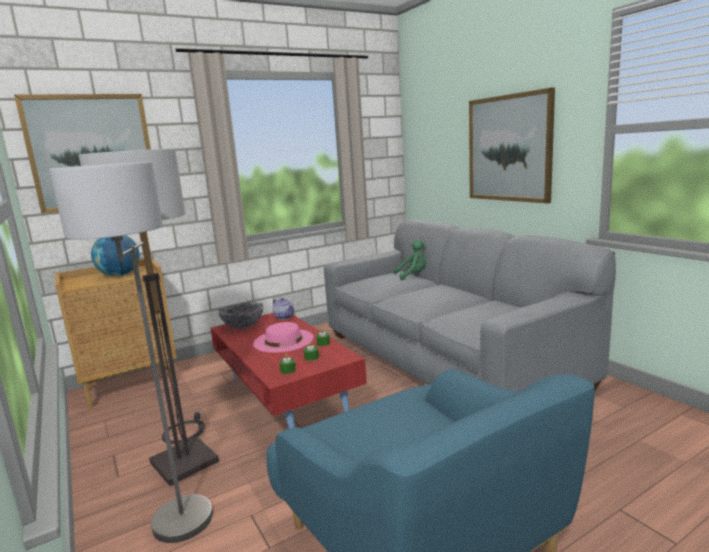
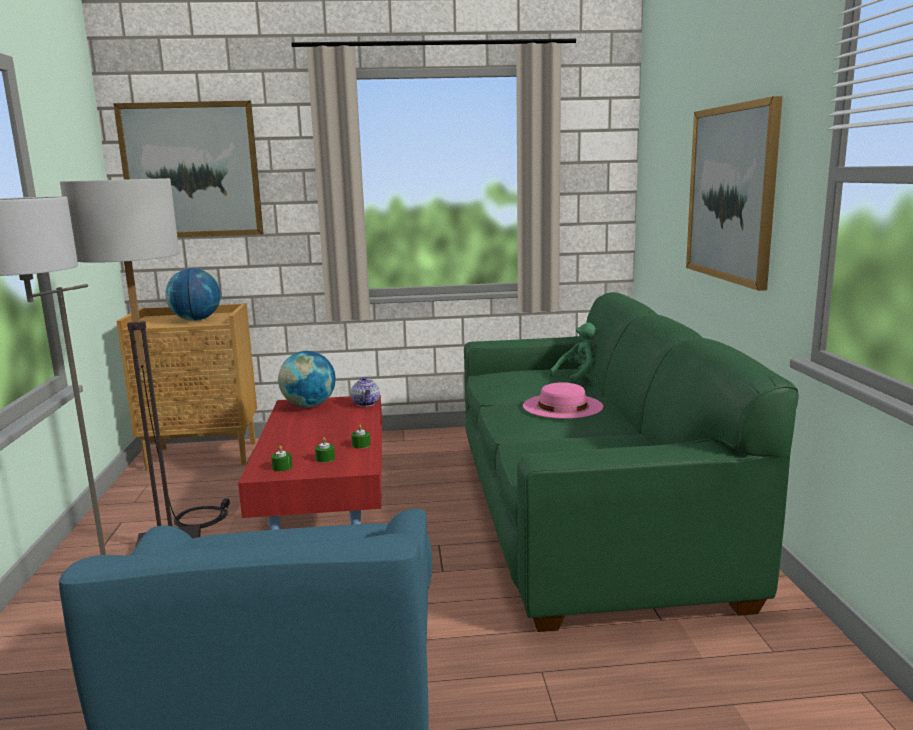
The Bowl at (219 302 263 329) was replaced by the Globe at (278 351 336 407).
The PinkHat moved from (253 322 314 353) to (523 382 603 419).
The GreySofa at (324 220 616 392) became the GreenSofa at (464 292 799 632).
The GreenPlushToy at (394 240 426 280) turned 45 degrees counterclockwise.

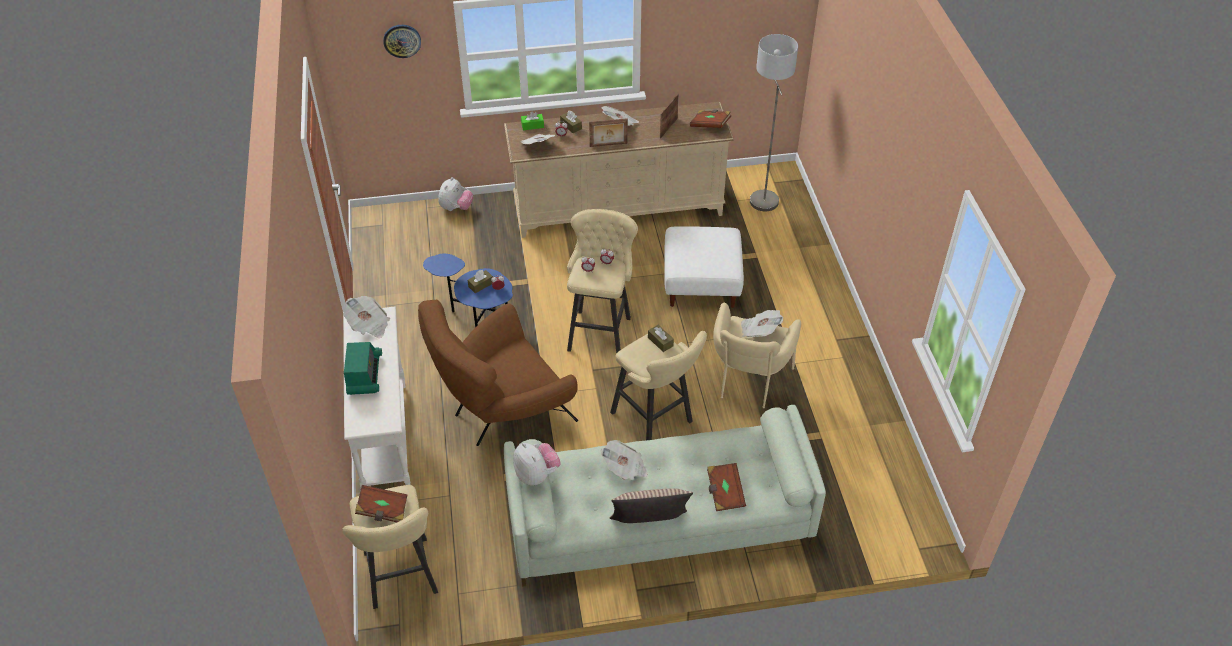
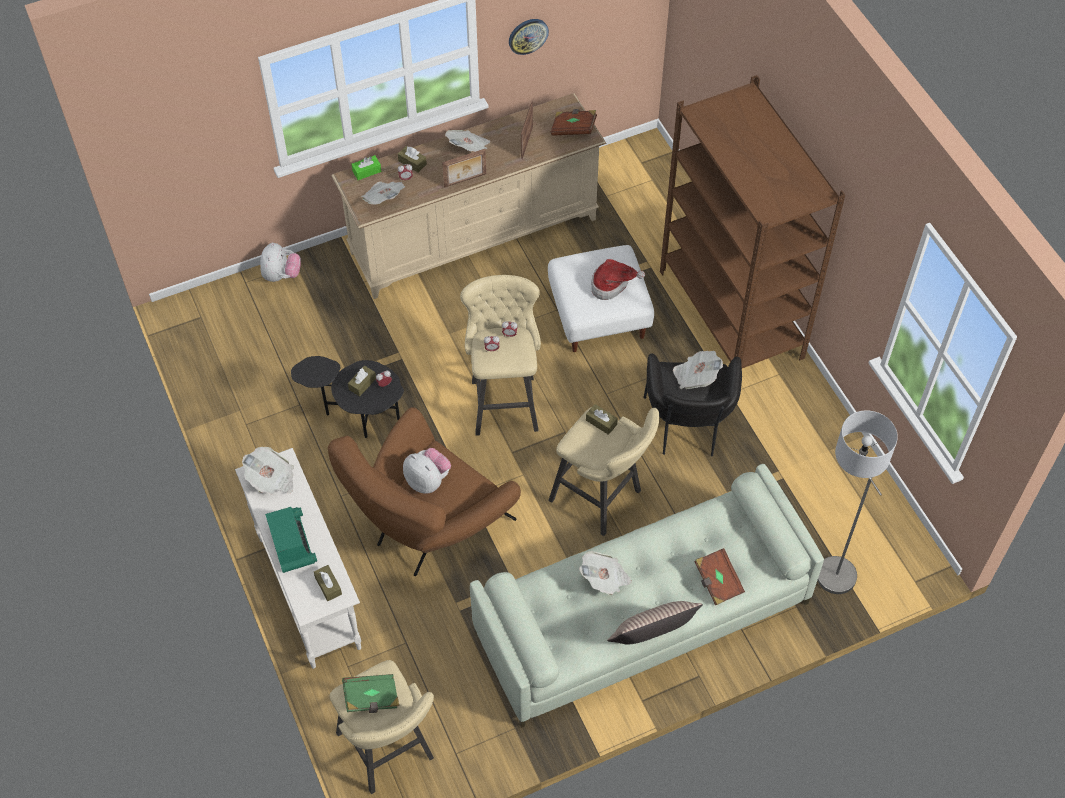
The BrownBook at (355 485 408 522) became the GreenBook at (342 674 399 713).
The WallClock moved from (383 25 421 58) to (509 19 549 55).
The BlueSideTable at (423 254 513 328) became the BlackSideTable at (291 356 404 438).
The PlushToy moved from (513 443 561 485) to (403 448 451 494).
The BeigeArmchair at (713 303 801 408) became the BlackArmchair at (643 354 742 456).
The GreyFloorLamp moved from (750 34 798 211) to (817 410 898 594).
The BrownTissueBox at (314 565 342 601) appeared.
The Hat at (591 259 645 300) appeared.
The BrownBookcase at (660 75 845 368) appeared.

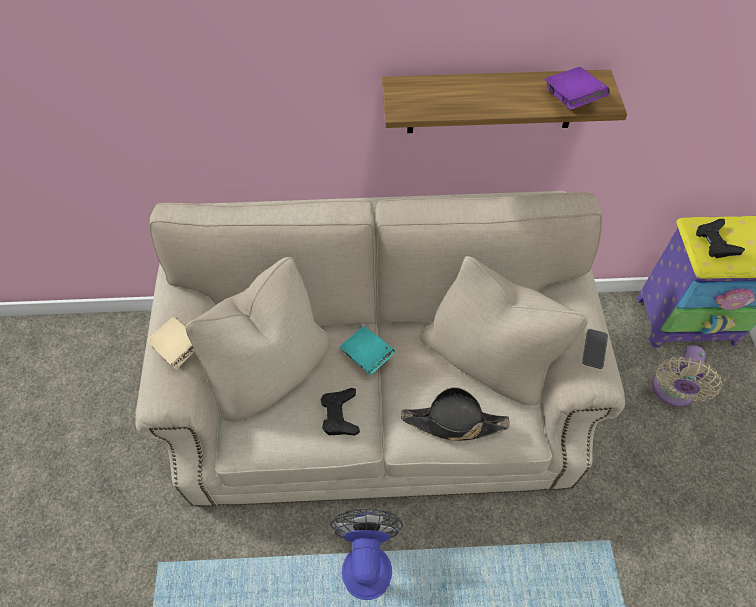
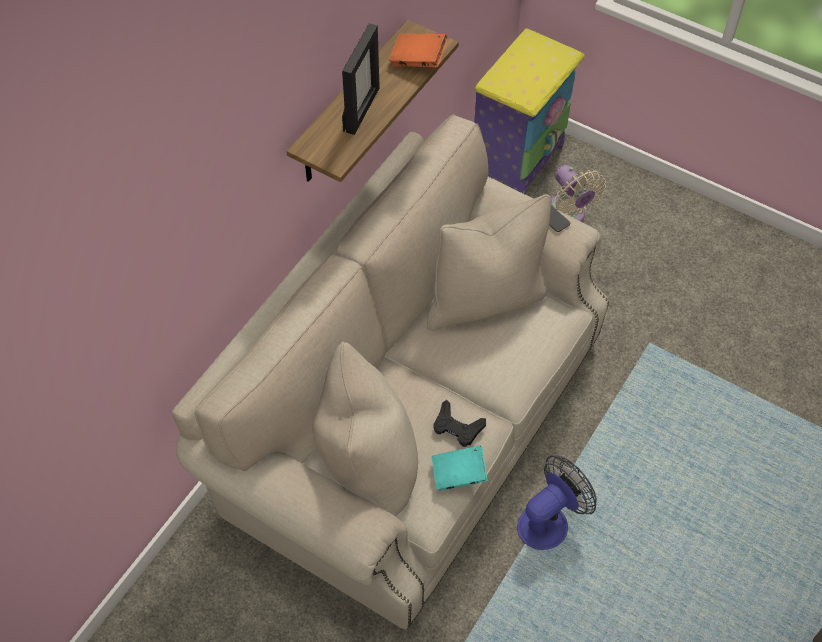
The BeigeBook at (147 317 195 369) disappeared.
The Fan at (330 509 403 600) turned 105 degrees clockwise.
The TurquoiseBook moved from (340 326 395 375) to (432 445 487 491).
The BlackHat at (401 387 510 441) disappeared.
The PurpleBook at (545 67 610 110) became the OrangeBook at (389 33 448 67).
The BlackGameController at (696 219 745 258) disappeared.
The PictureFrame at (342 23 380 135) appeared.

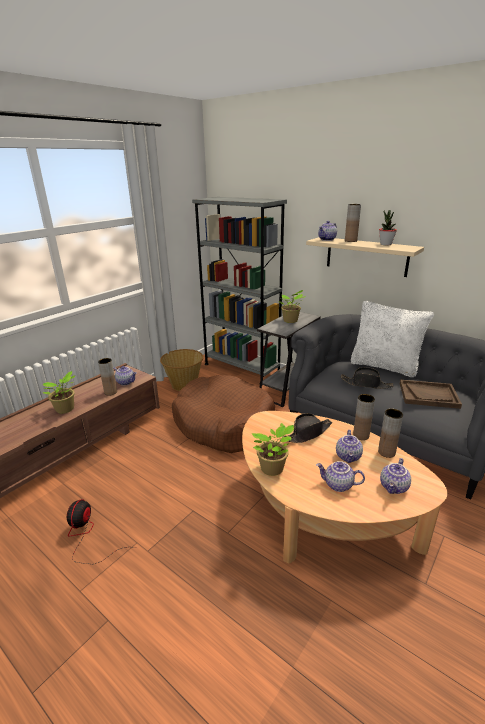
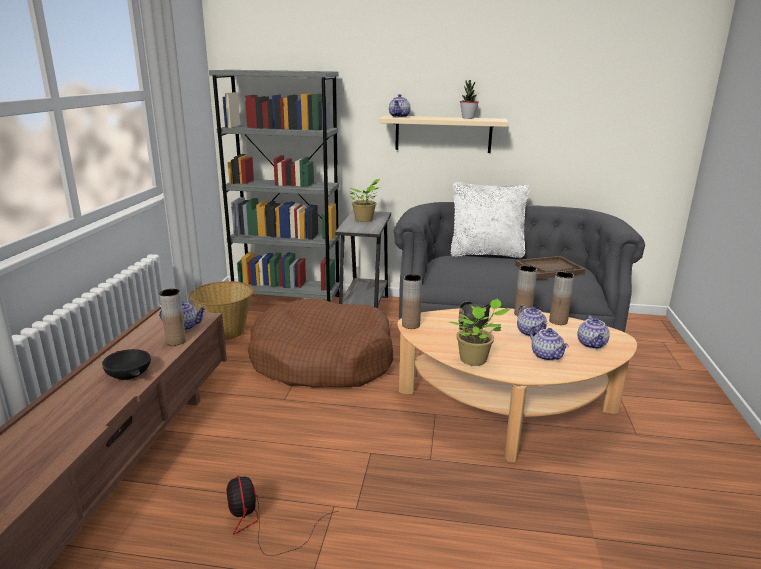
The PottedPlant at (43 371 75 414) was replaced by the BlackBowl at (102 349 151 380).
The Teapot at (316 461 365 492) turned 105 degrees counterclockwise.
The BlackHat at (341 367 394 389) disappeared.
The BrownVase moved from (345 204 361 242) to (402 274 422 329).

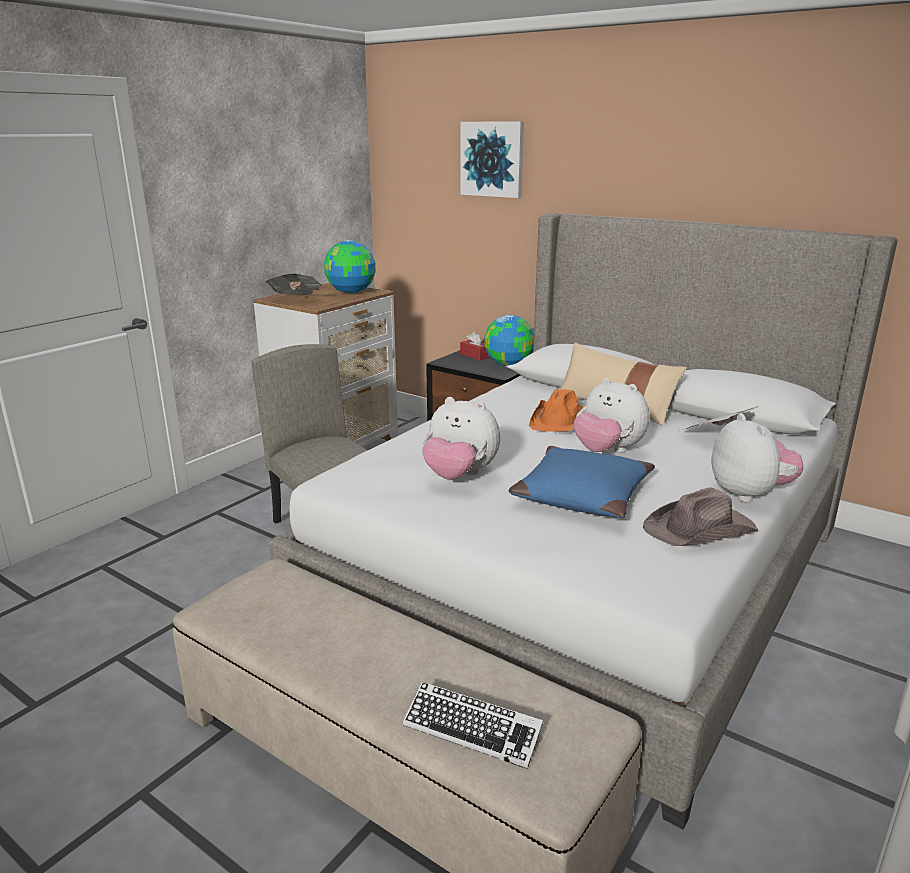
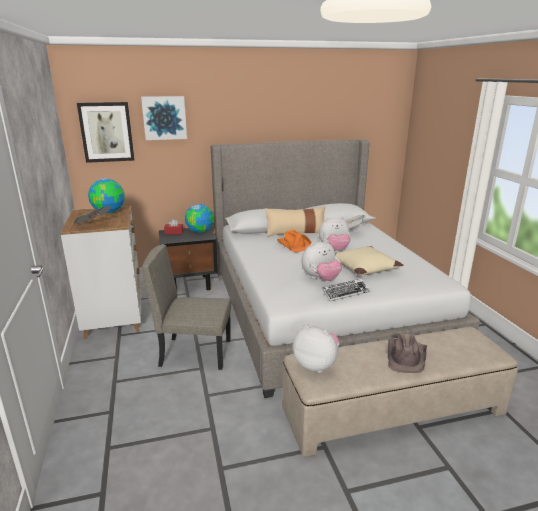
The Keyboard moved from (403 682 543 769) to (322 279 370 301).
The BluePillow at (509 446 655 518) became the BeigePillow at (335 246 403 275).
The BrownHat moved from (643 488 759 546) to (388 334 427 373).
The PlushToy moved from (711 413 803 502) to (293 325 340 373).
The Picture at (77 102 134 163) appeared.

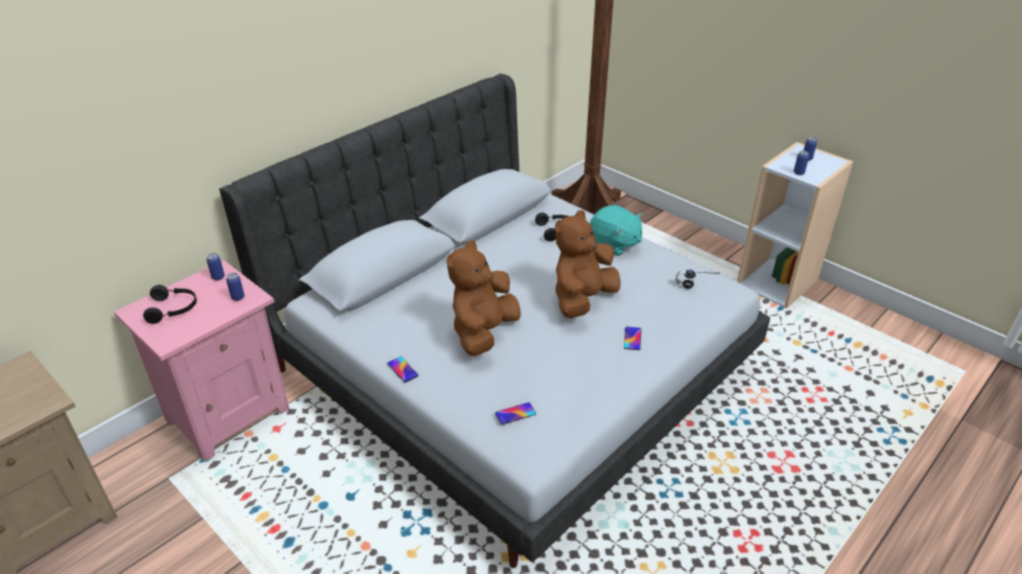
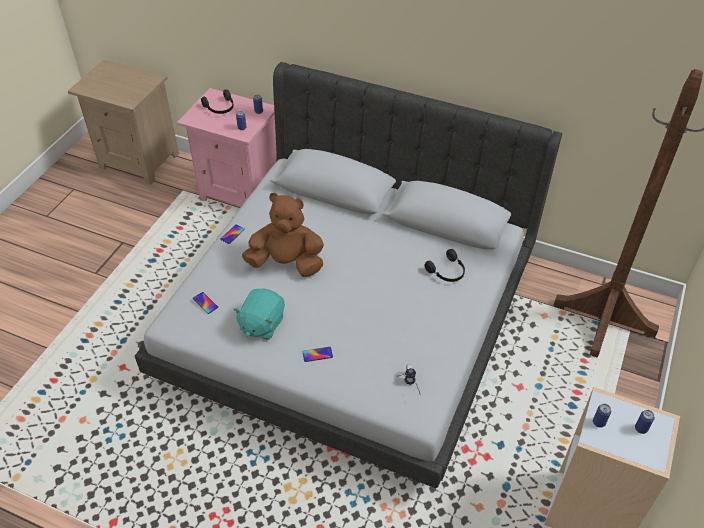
The BrownPlushToy at (555 210 621 318) disappeared.
The TurquoisePlushToy moved from (590 205 643 256) to (233 288 285 339).

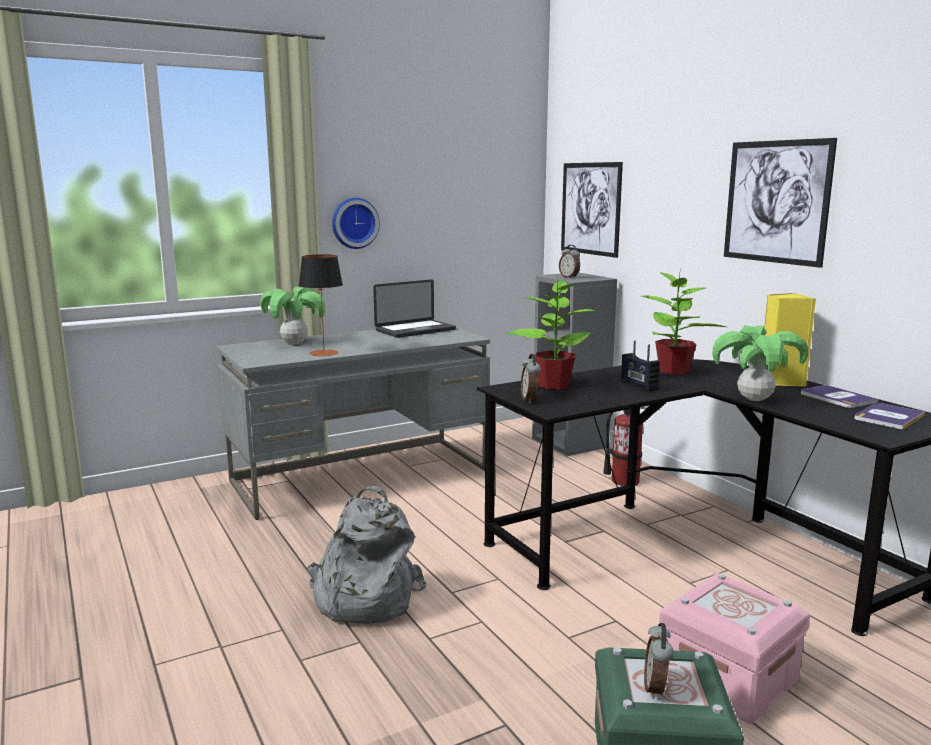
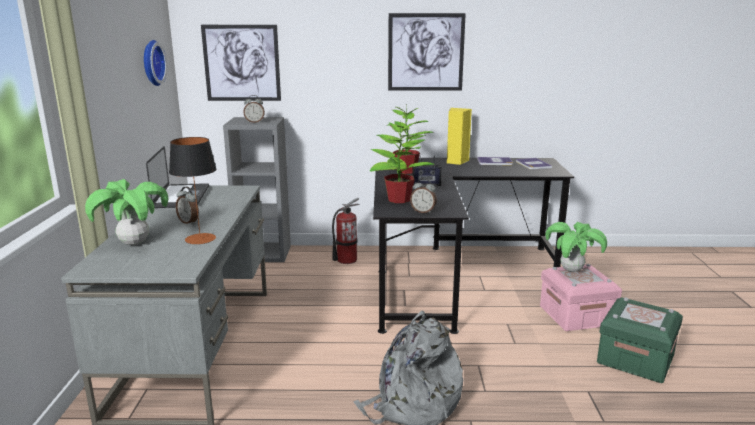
The WallClock moved from (332 198 380 249) to (144 40 167 86).
The AlarmClock moved from (644 623 674 699) to (176 187 199 225).
The PottedPlant moved from (712 325 808 401) to (545 222 607 272).

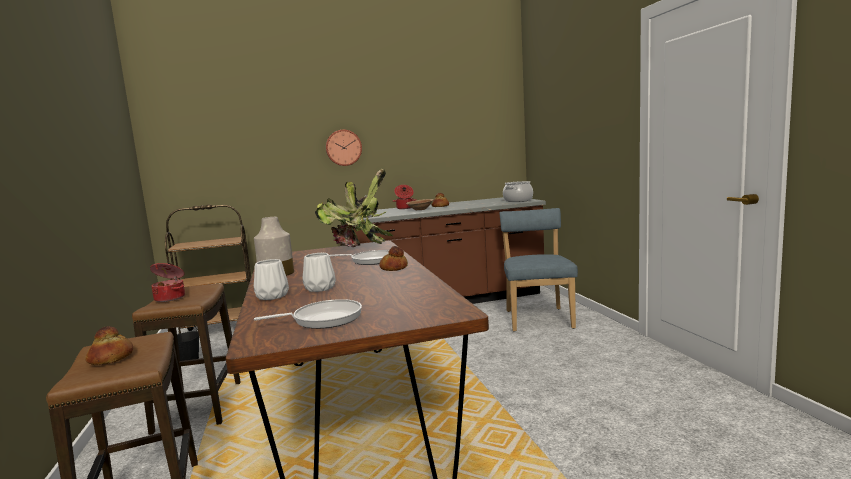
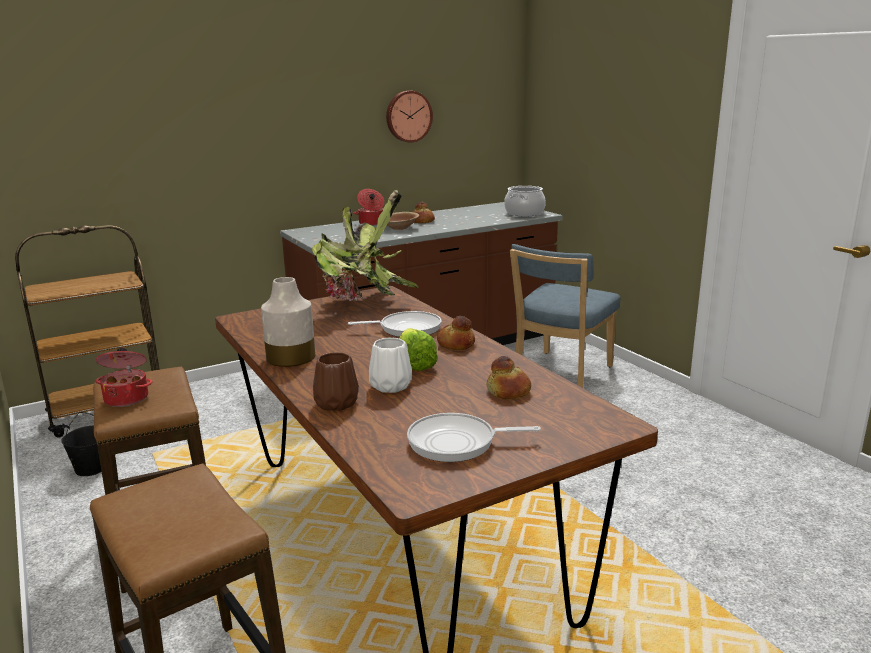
The Bread moved from (85 326 133 365) to (486 356 531 399).
The WhiteVase at (254 259 289 300) became the BrownVase at (313 352 359 411).
The FryingPan at (254 299 362 329) turned 150 degrees counterclockwise.
The WallClock moved from (326 130 362 166) to (386 91 433 143).
The BlueChair at (500 208 578 332) turned 135 degrees counterclockwise.
The Lettuce at (399 328 438 371) appeared.

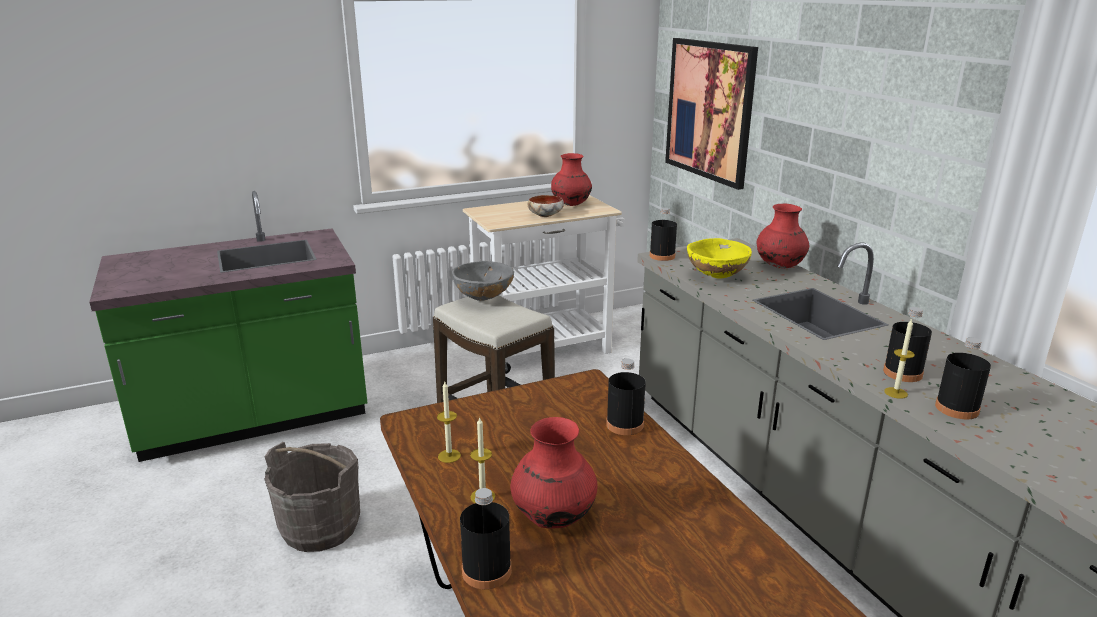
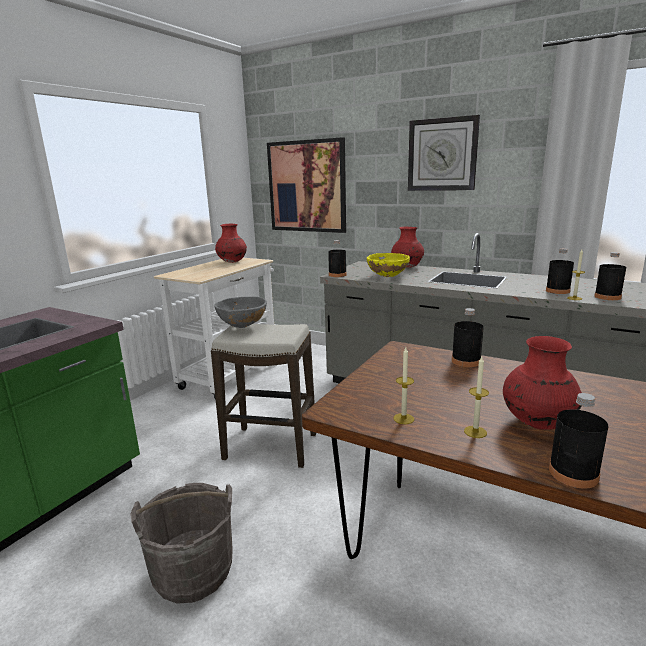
The Bowl at (528 195 564 217) disappeared.
The WallClock at (408 115 480 191) appeared.

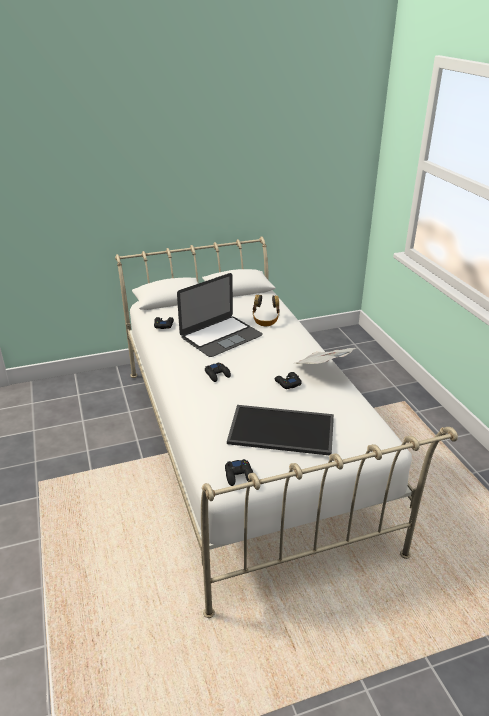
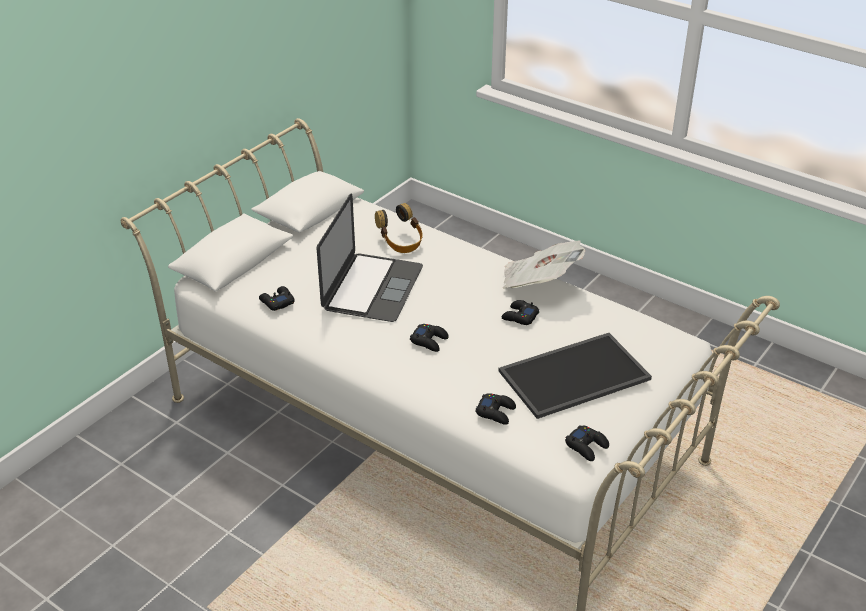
The BlackGameController at (475 393 516 425) appeared.

